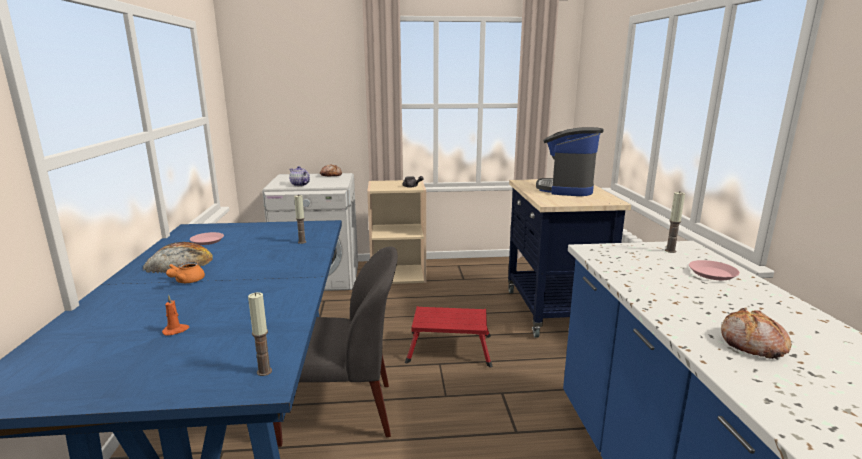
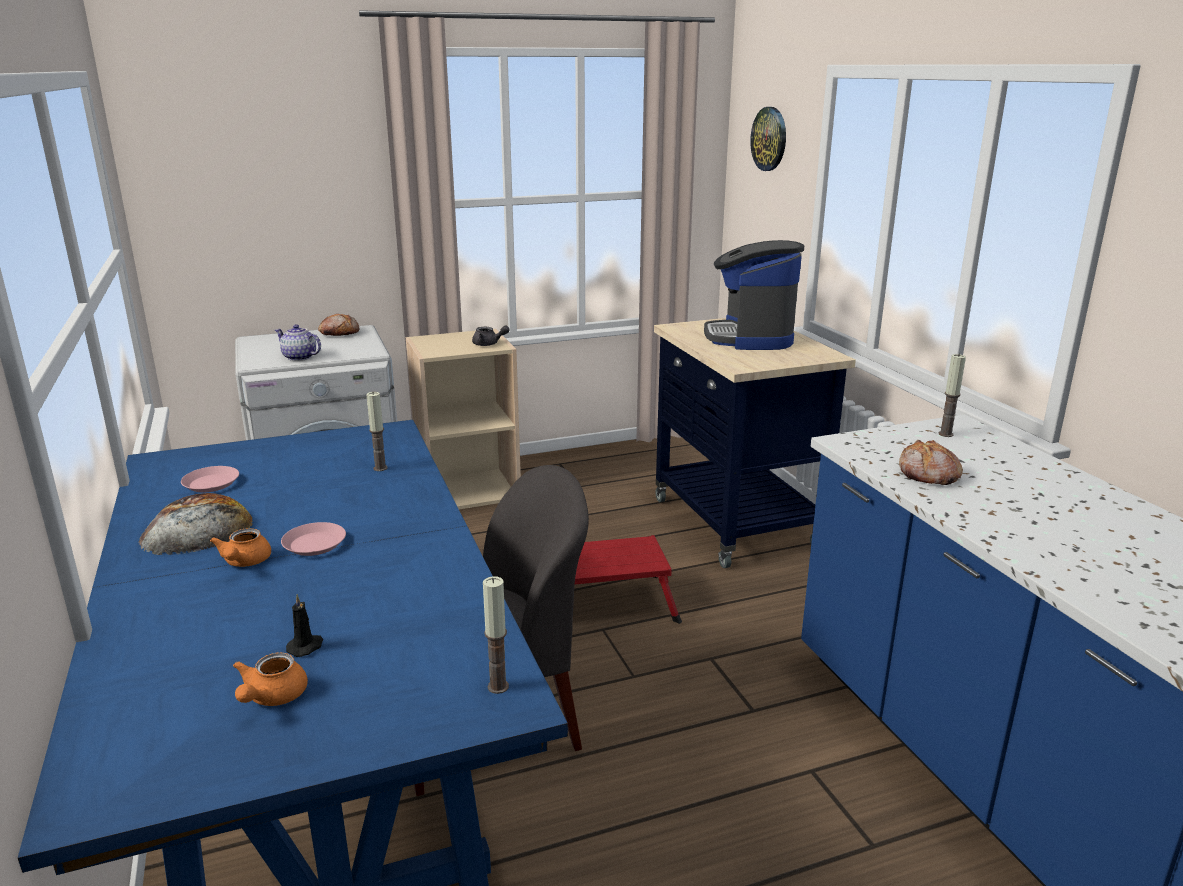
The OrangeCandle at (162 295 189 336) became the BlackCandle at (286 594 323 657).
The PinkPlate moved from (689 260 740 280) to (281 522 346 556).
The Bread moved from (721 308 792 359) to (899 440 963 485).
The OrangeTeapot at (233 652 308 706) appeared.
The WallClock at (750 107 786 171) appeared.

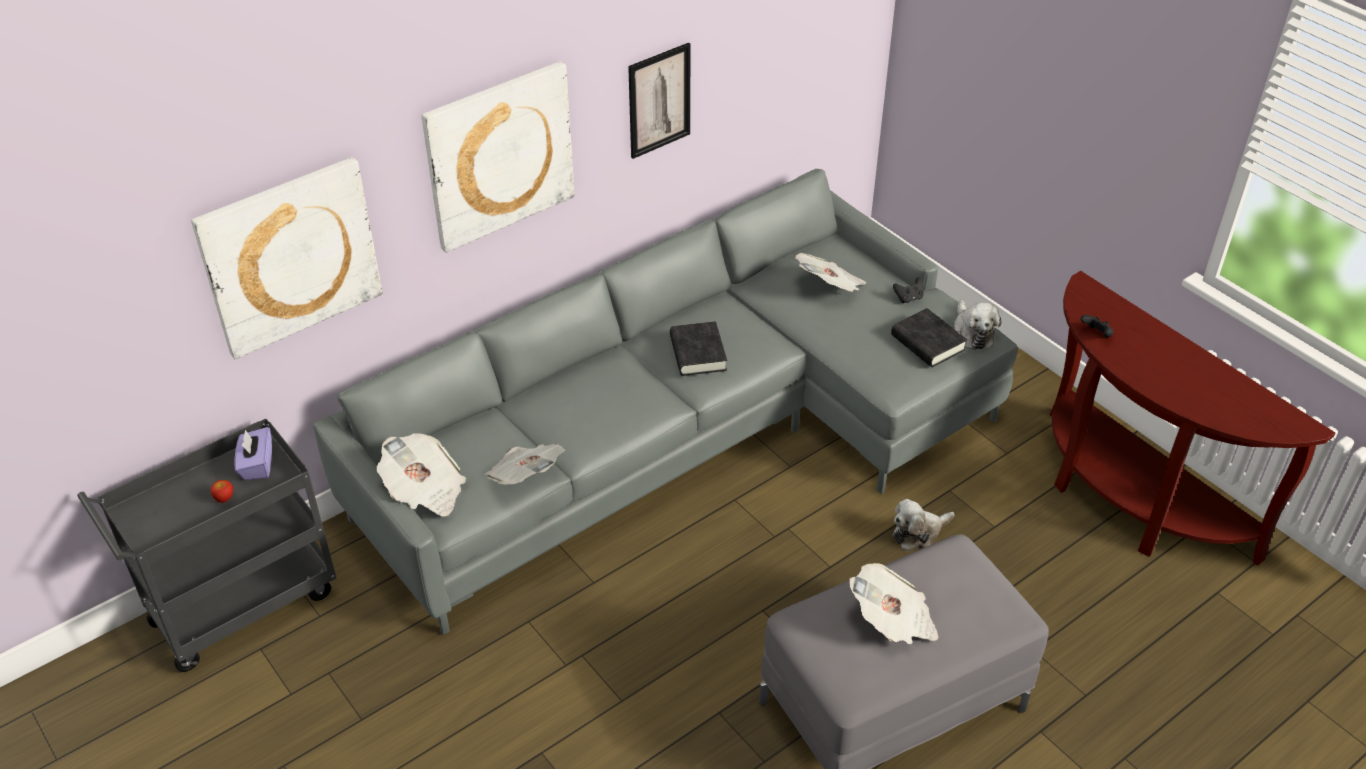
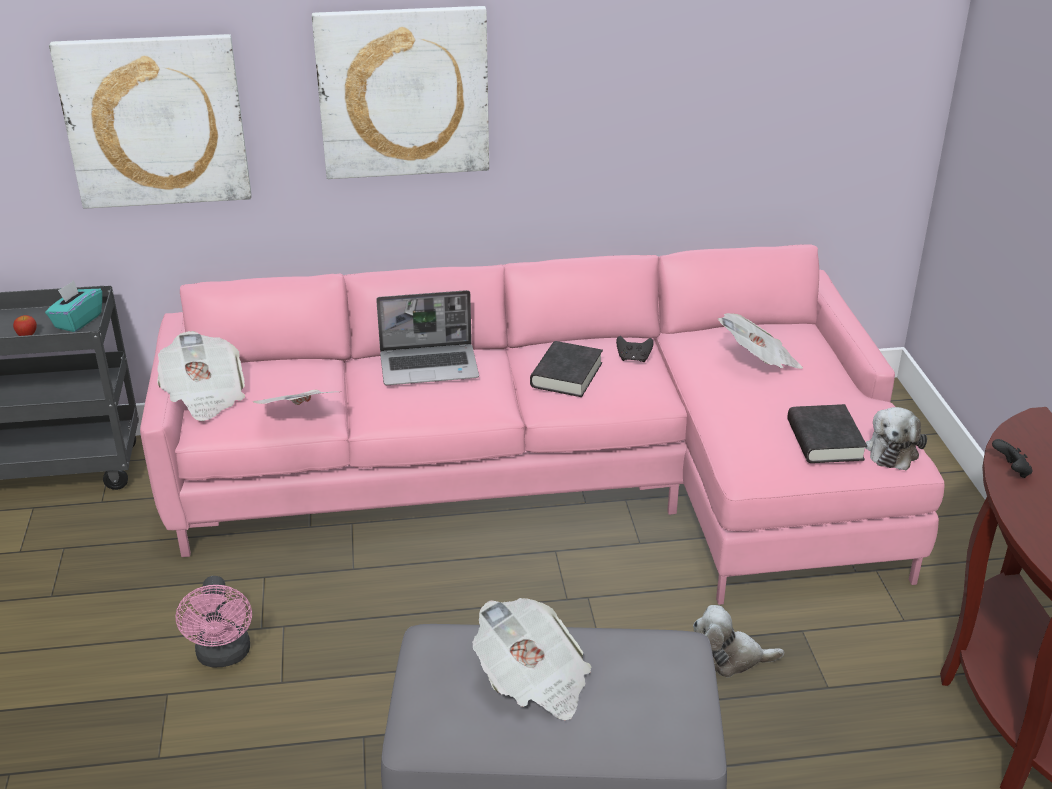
The PurpleTissueBox at (234 427 272 480) became the TurquoiseTissueBox at (45 280 102 332).
The GreySofa at (313 169 1017 635) became the PinkSofa at (140 244 944 605).
The Picture at (628 43 691 159) disappeared.
The BlackGameController moved from (893 277 924 303) to (616 336 654 362).
The PinkFan at (175 576 252 668) appeared.
The Laptop at (376 290 479 385) appeared.

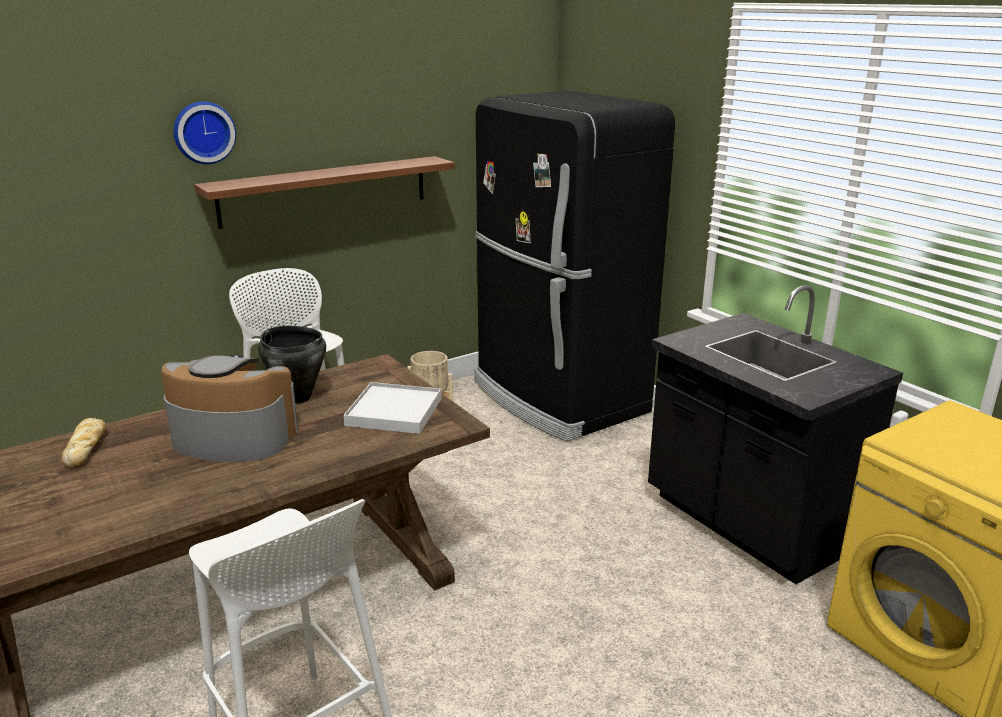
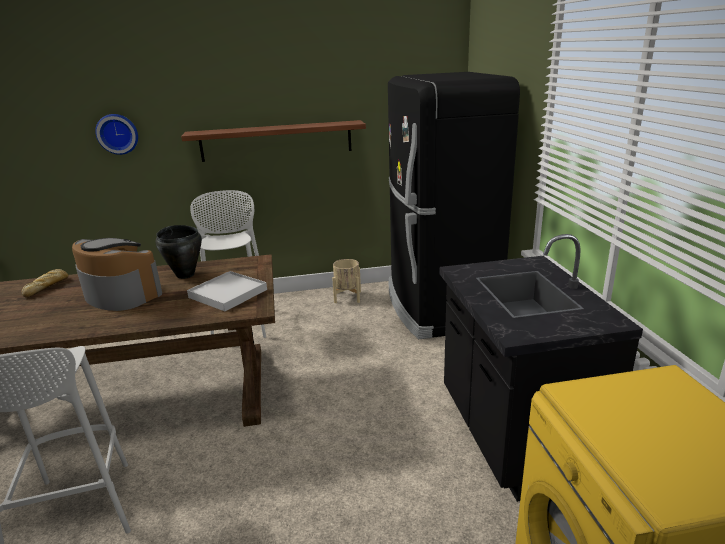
The WallClock moved from (174 101 236 164) to (95 114 138 155).

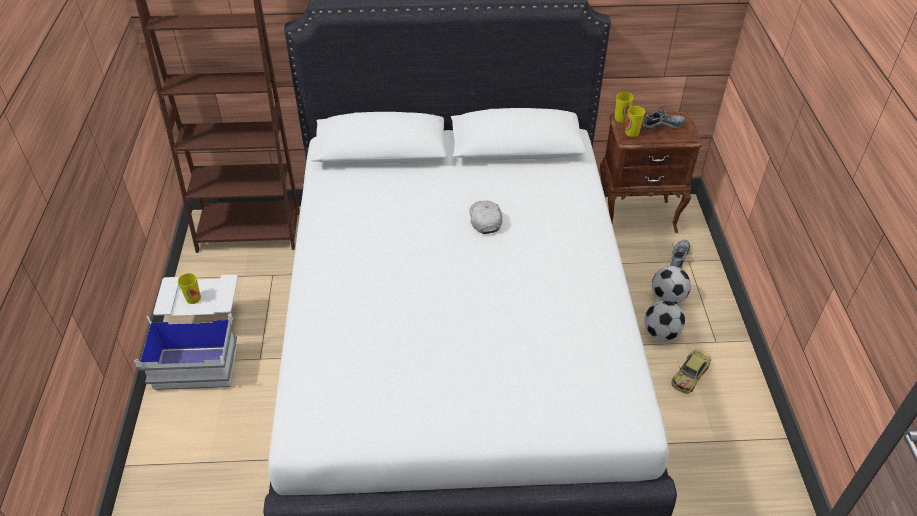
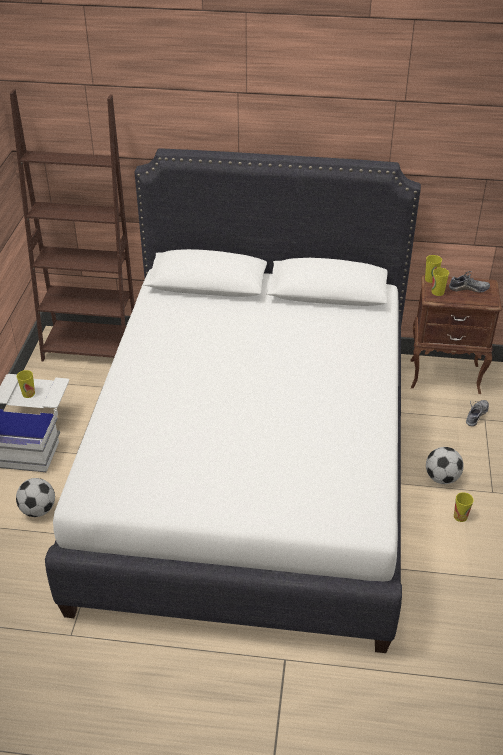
The WhiteCap at (469 200 503 234) disappeared.
The Football moved from (652 266 691 304) to (16 478 55 517).
The ToyCar at (671 349 711 394) was replaced by the Cup at (454 492 474 522).

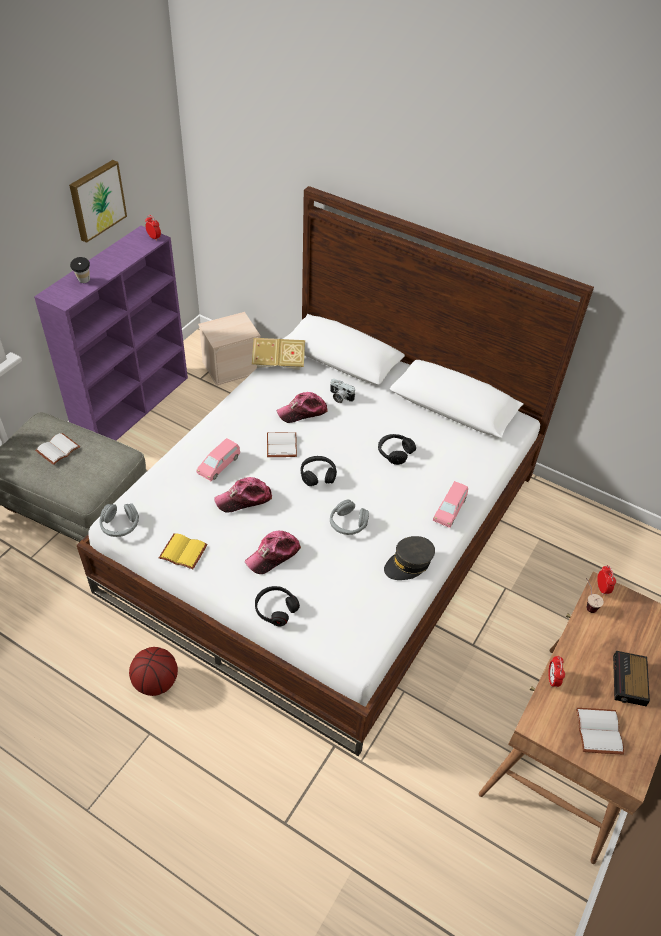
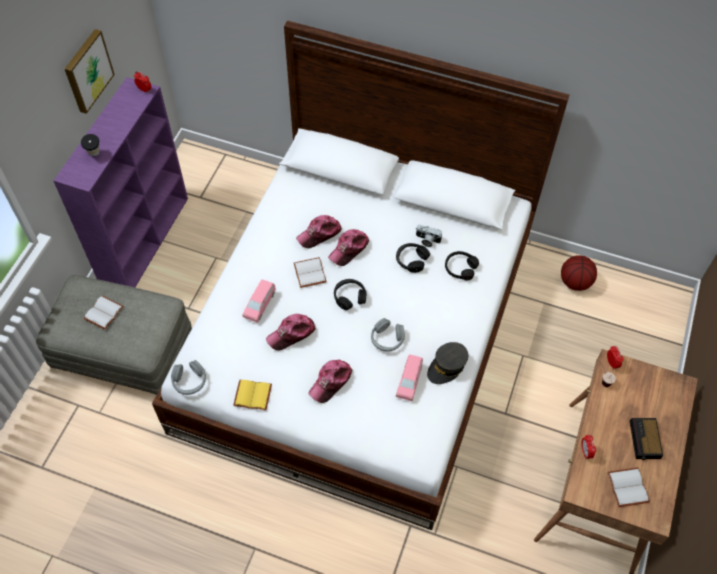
The Basketball moved from (129 647 178 696) to (561 255 597 291).
The BeigeStorageBox at (198 312 261 386) disappeared.
The Book at (252 338 305 370) disappeared.
The BlackHeadphones moved from (255 586 300 626) to (445 251 479 280).
The PhotoCamera moved from (330 379 355 403) to (416 225 442 247).
The PinkToyCar moved from (433 481 468 528) to (396 354 423 401).
The Cap at (328 229 369 266) appeared.

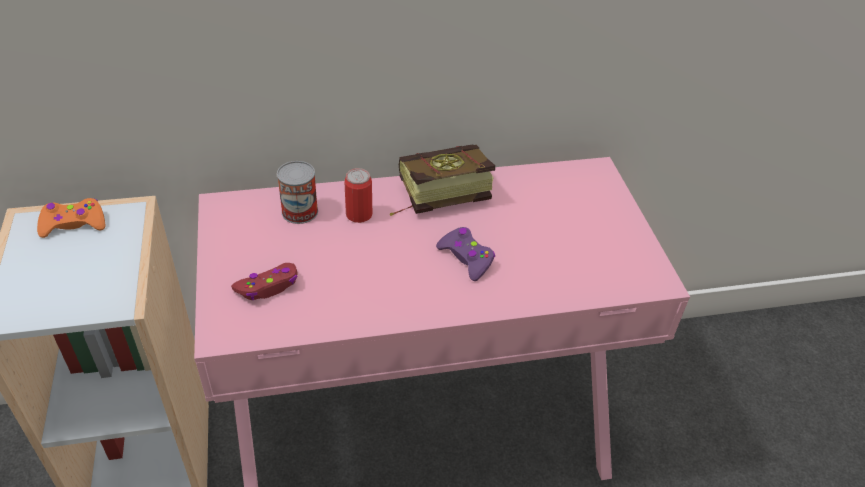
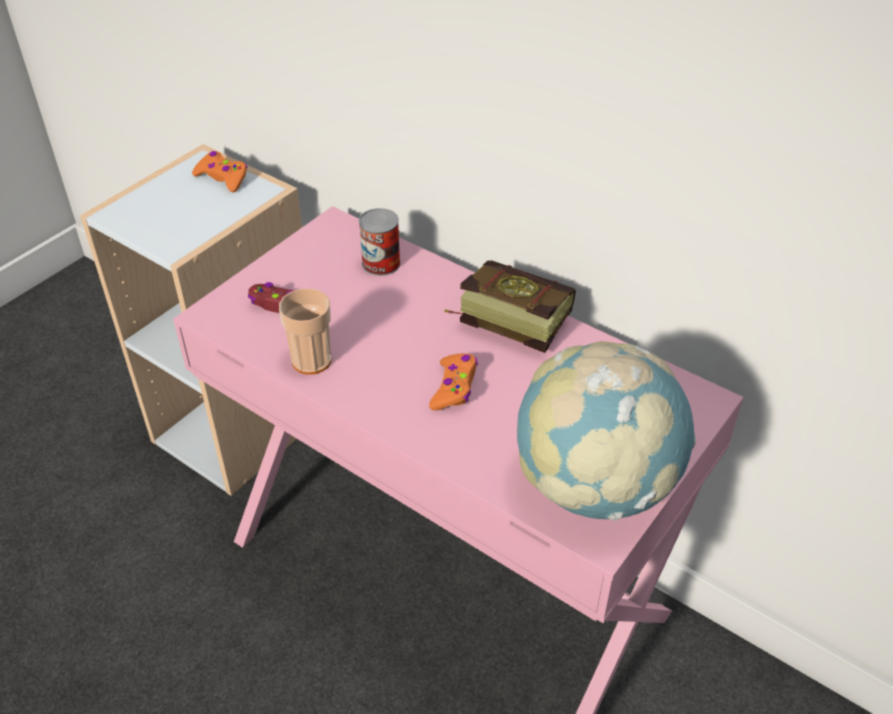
The Can at (344 168 372 223) disappeared.
The PurpleGameController at (436 227 495 281) became the OrangeGameController at (429 354 478 410).
The Cup at (279 288 331 375) appeared.
The Globe at (517 341 696 521) appeared.

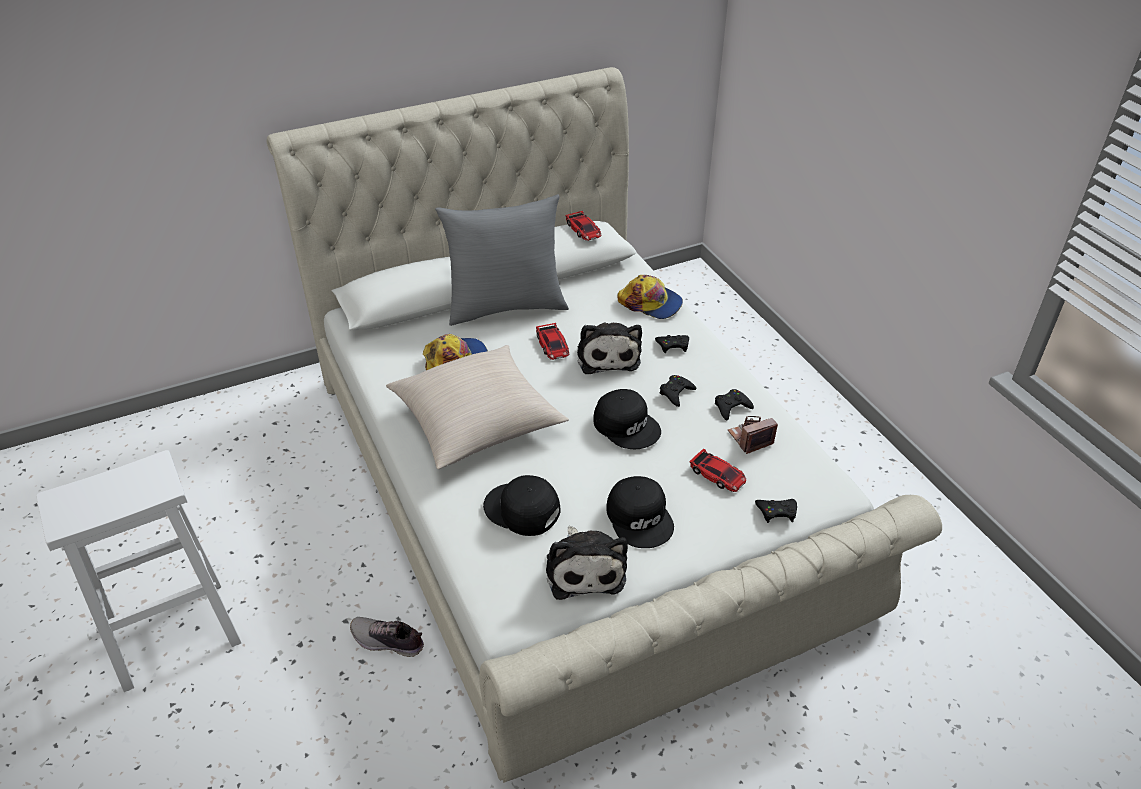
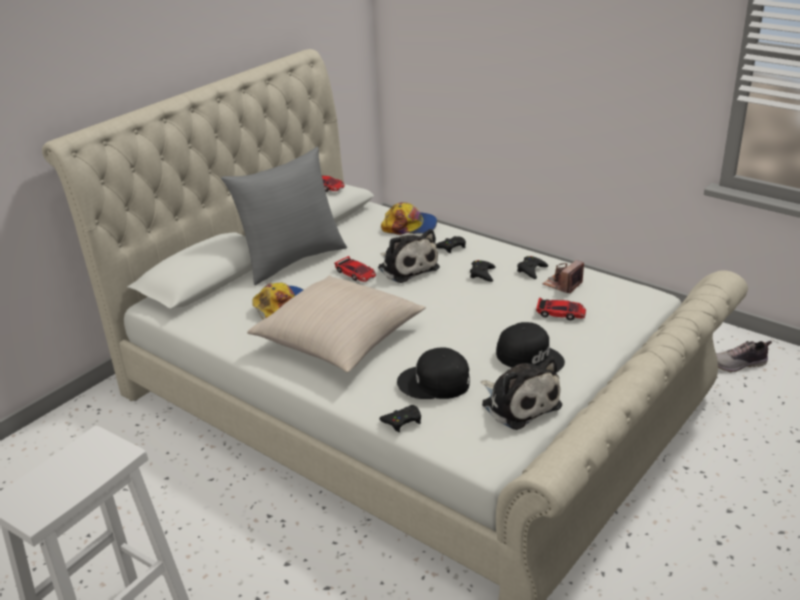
The Shoe moved from (350 617 424 657) to (716 341 772 372).
The BlackCap at (594 389 661 449) disappeared.
The BlackGameController moved from (755 499 797 523) to (379 405 421 432).

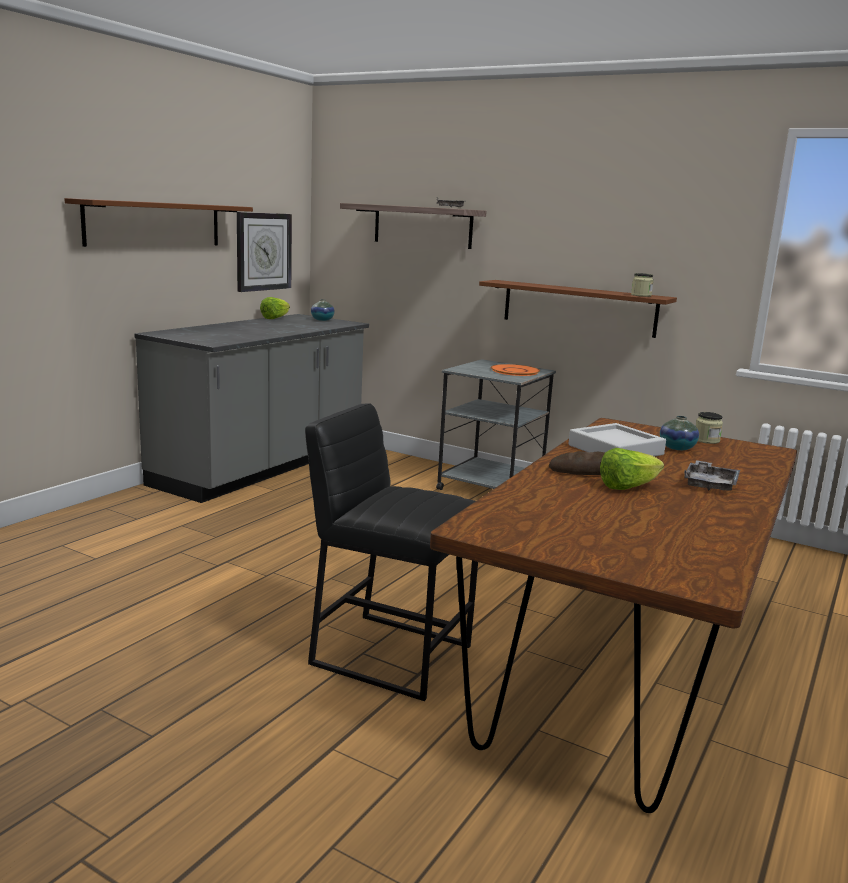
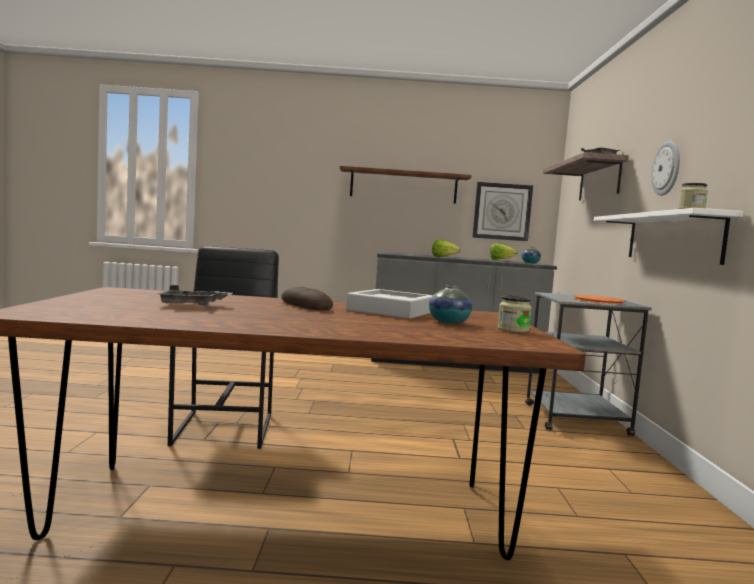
The BrownShelf at (479 280 677 338) became the WhiteShelf at (594 208 744 265).
The Lettuce moved from (600 448 664 490) to (432 239 461 257).
The GreyTray moved from (684 460 740 491) to (156 285 232 306).
The WallClock at (651 141 680 196) appeared.

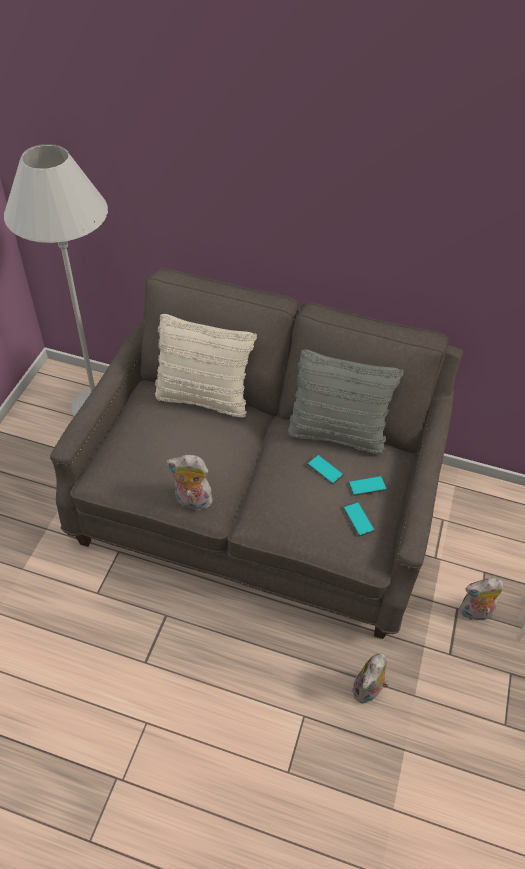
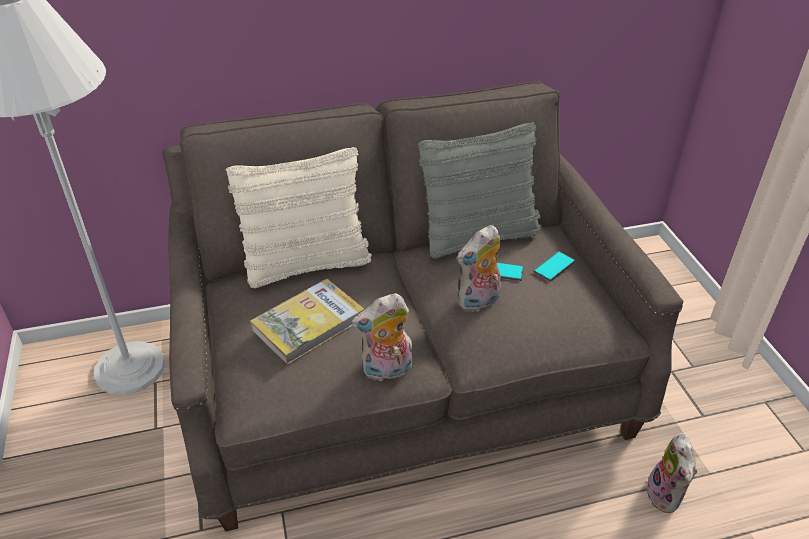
The Phone at (343 501 375 537) disappeared.
The PlushToy moved from (460 578 504 621) to (457 225 501 313).
The Book at (251 279 364 365) appeared.

